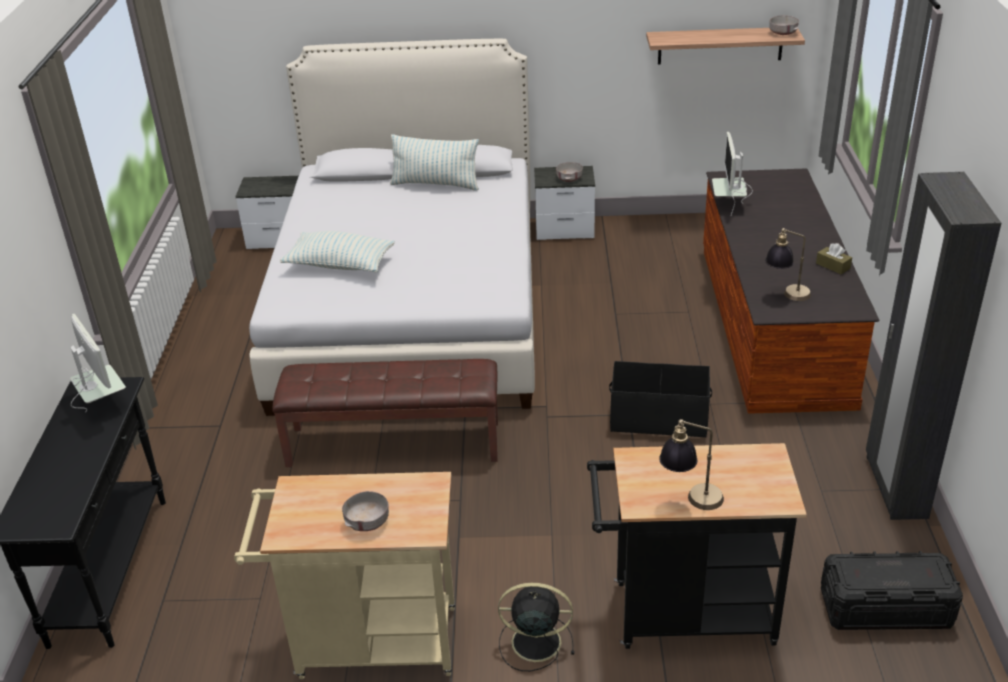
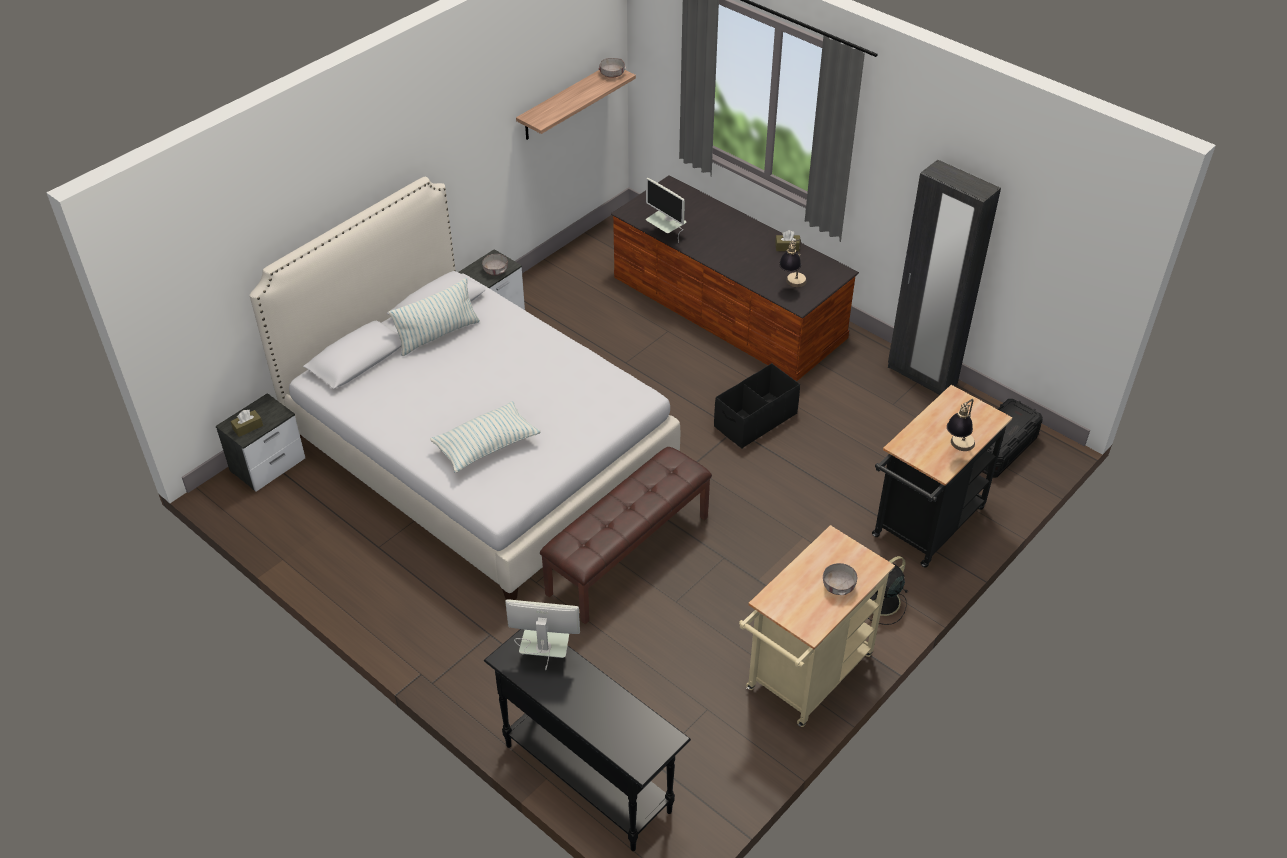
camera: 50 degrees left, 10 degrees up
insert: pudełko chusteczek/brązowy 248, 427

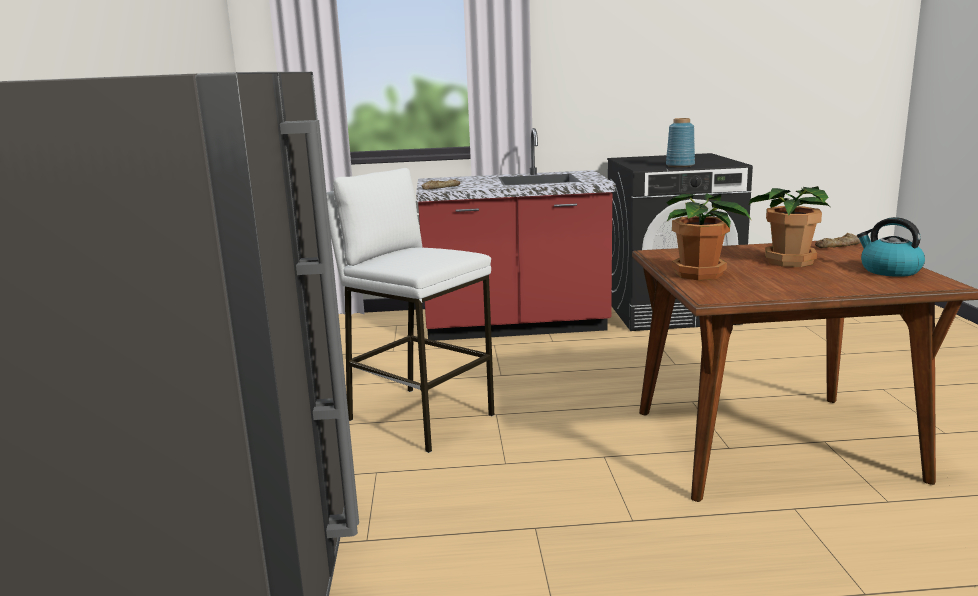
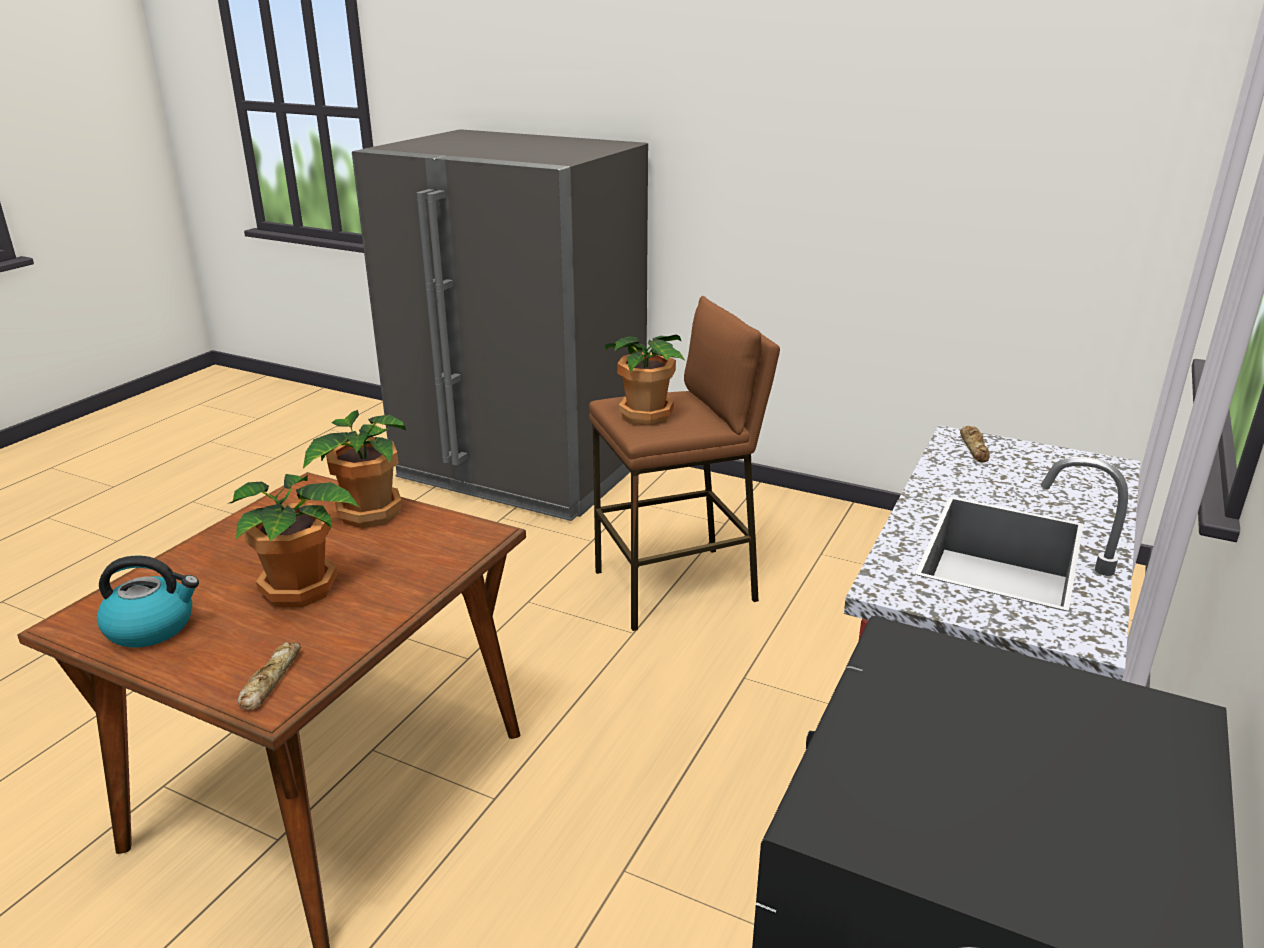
camera: 120 degrees right, 10 degrees up
delete: wazon/niebieski 679, 165
insert: roślina doniczkowa 645, 414
recolor: stołek/biały 419, 417 to stołek/brązowy 676, 587

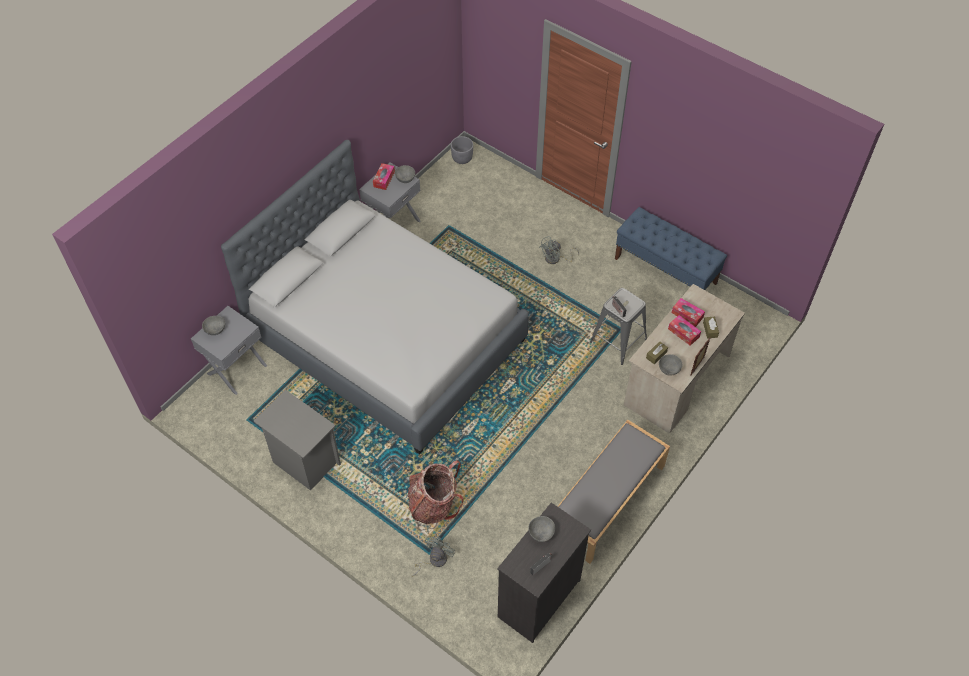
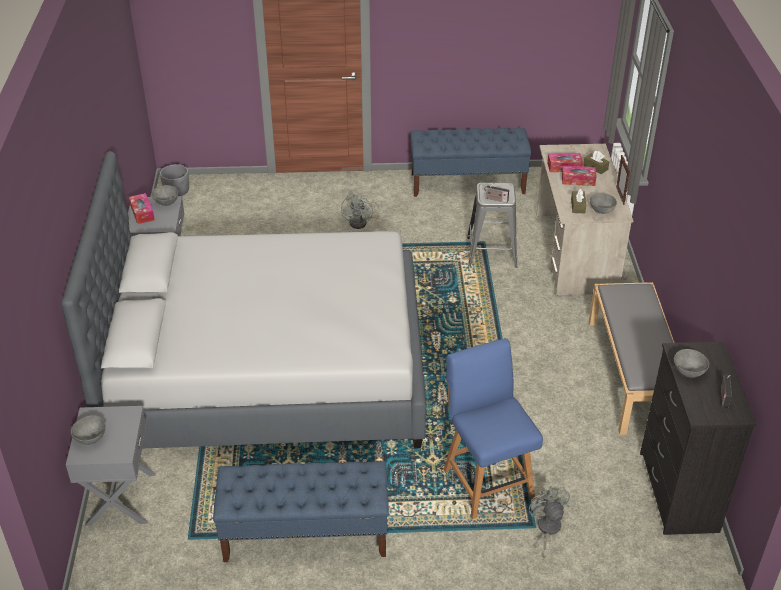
camera: 40 degrees left, 15 degrees down
replace: szafka nocna/szary 304, 462 to ławka/niebieski 304, 535; plecak 434, 504 to krzesło/niebieski 486, 481

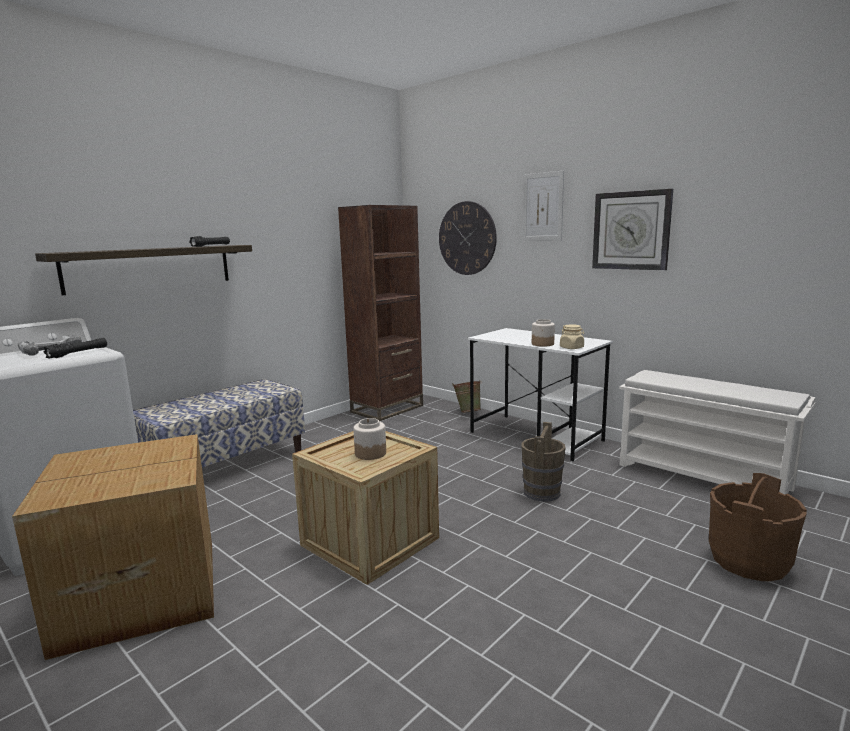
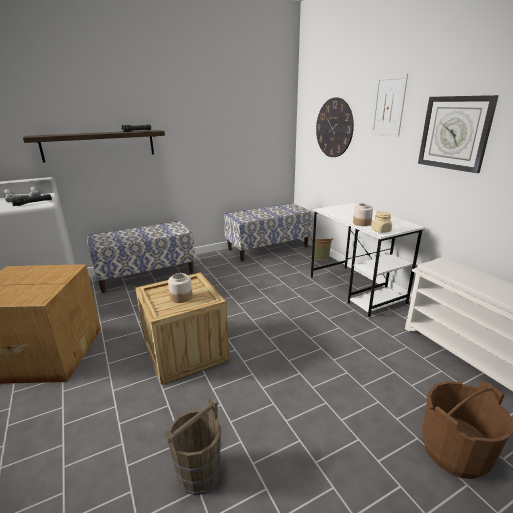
camera: 20 degrees right, 10 degrees up
move: wiadro/brązowy 541, 493 to 198, 473
replace: regał/brązowy 387, 409 to ławka 268, 248

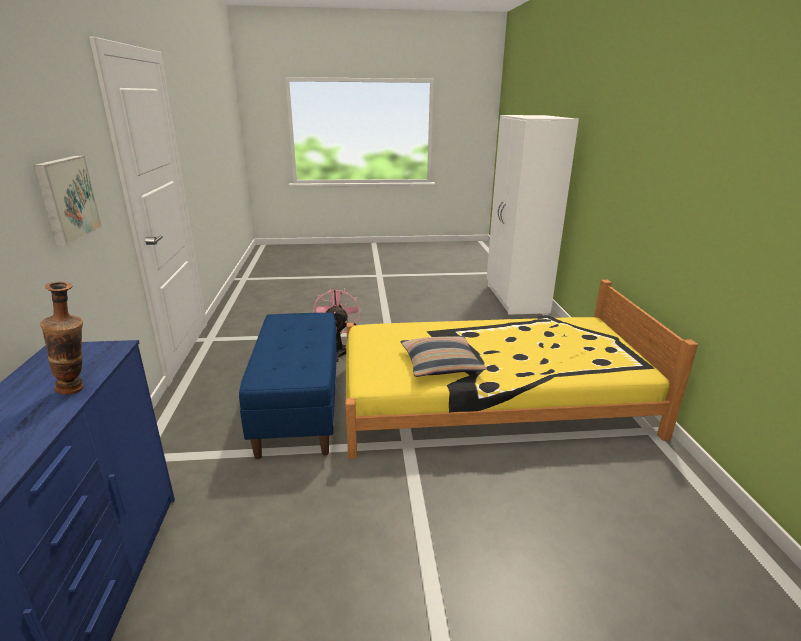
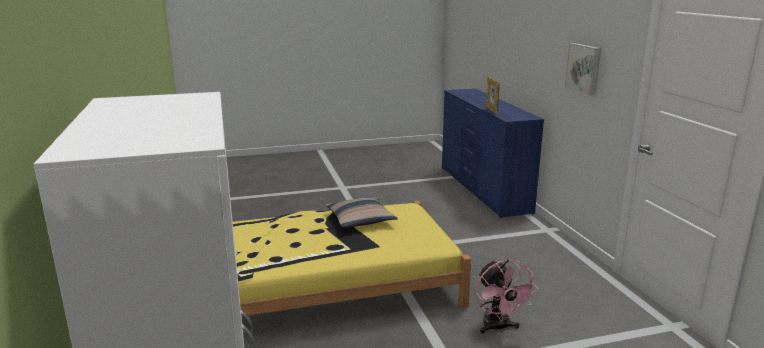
camera: 170 degrees right, 5 degrees down
delete: ławka/niebieski 300, 409
replace: wazon 78, 390 to ramka na zdjęcie 491, 111

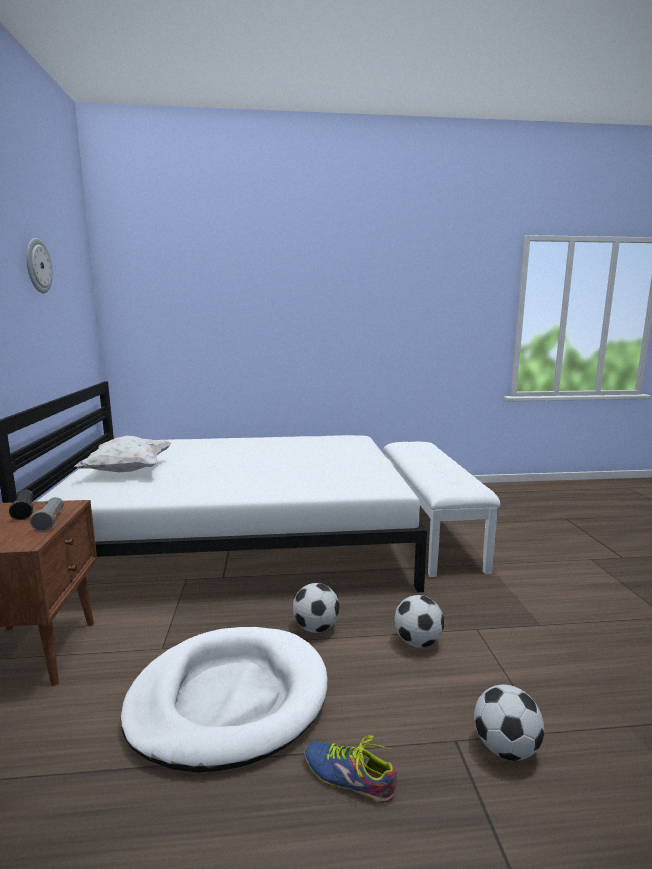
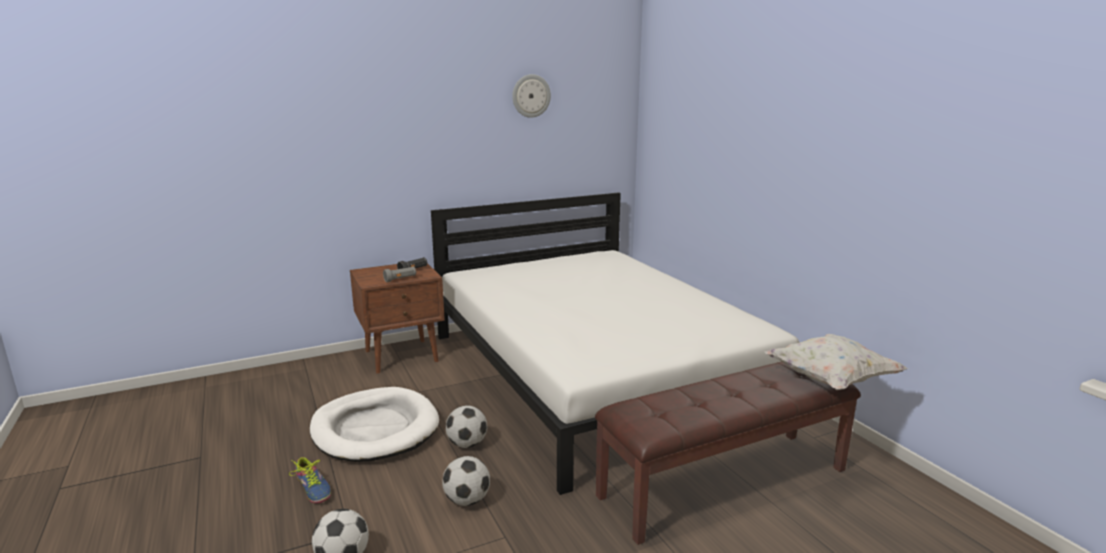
camera: 70 degrees right, 5 degrees up
move: poduszka/biały 128, 471 to 830, 380
recolor: ławka/biały 427, 530 to ławka/brązowy 723, 481
rotate: but 348, 777 = 313, 488 135 degrees clockwise

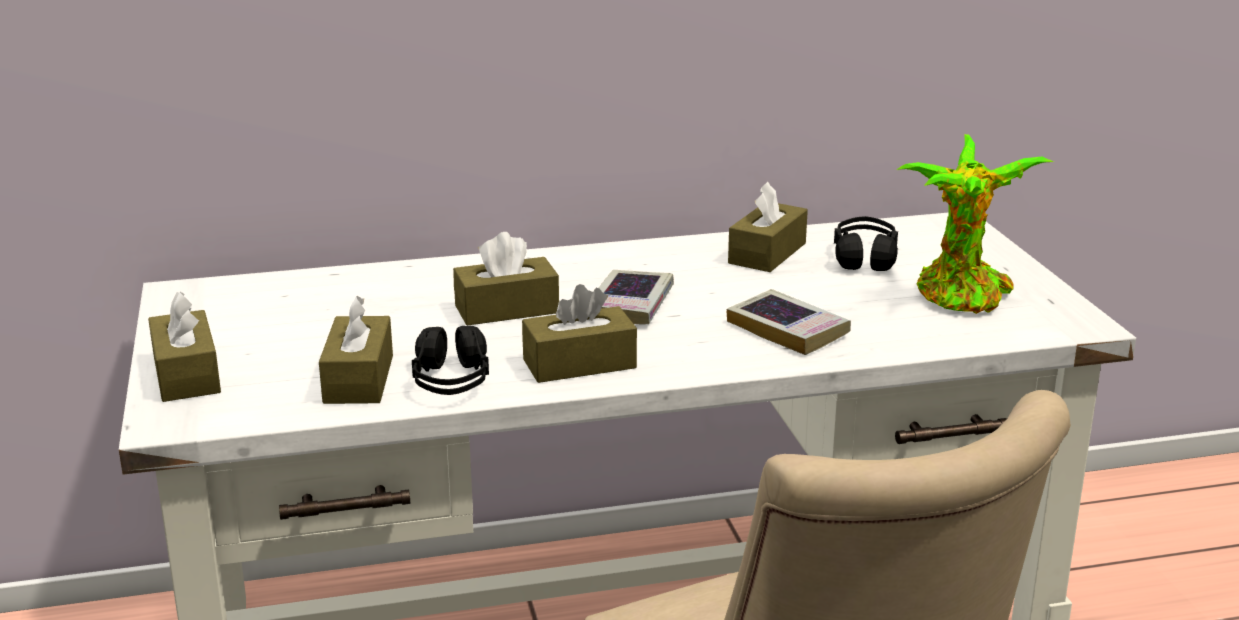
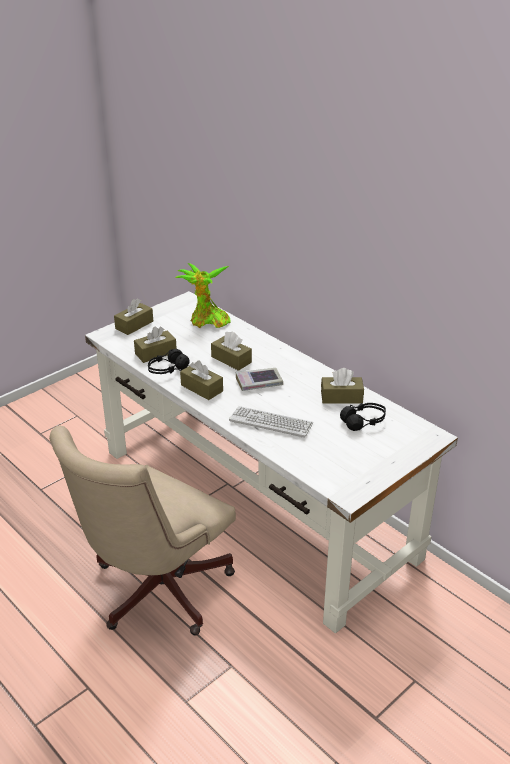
camera: 60 degrees right, 10 degrees up
move: roślina doniczkowa 962, 299 to 207, 321
replace: książka 787, 329 to klawiatura 271, 422

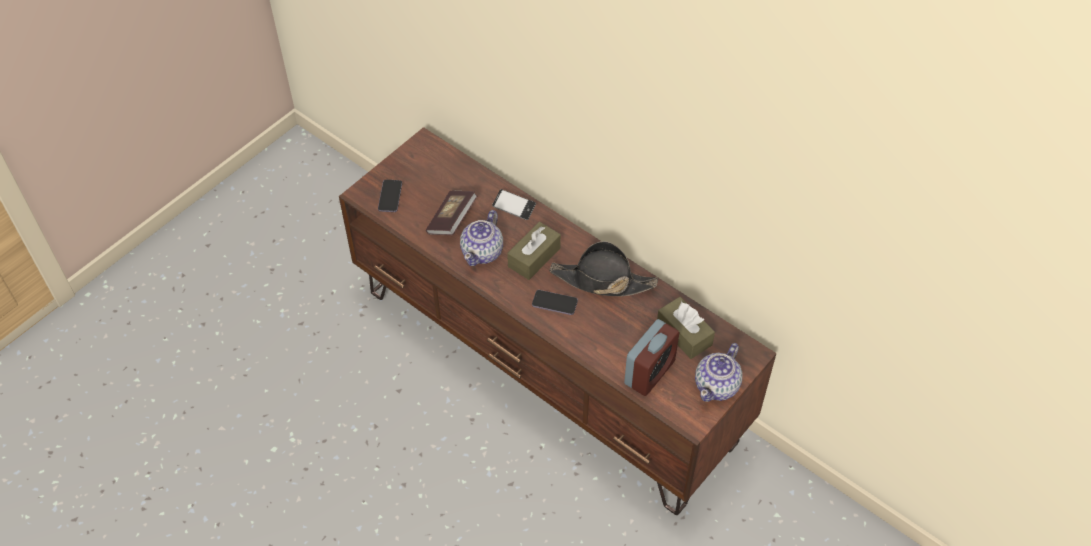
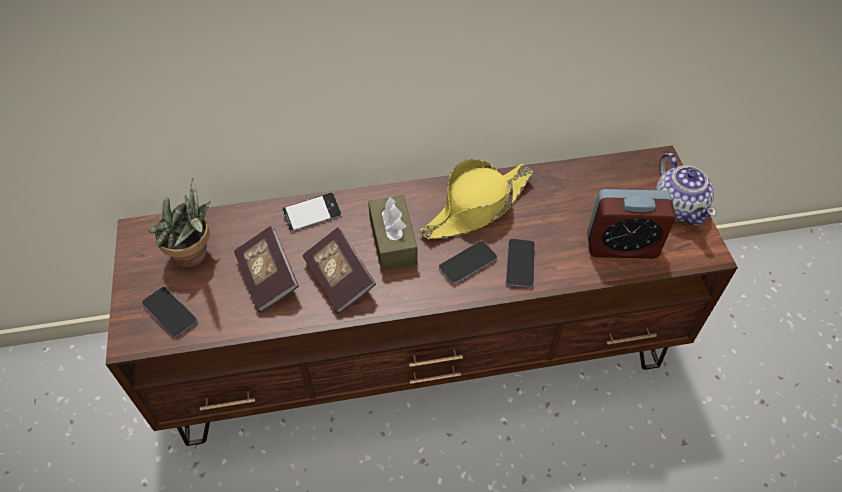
camera: 50 degrees left, 0 degrees up
delete: pudełko chusteczek/brązowy 684, 334
insert: roślina doniczkowa 196, 256; telefon 520, 264
replace: imbryk 483, 252 to książka 339, 279
recolor: kapelusz/czarny 602, 280 to kapelusz/żółty 476, 208
rotate: budzik 649, 372 = 621, 246 105 degrees clockwise

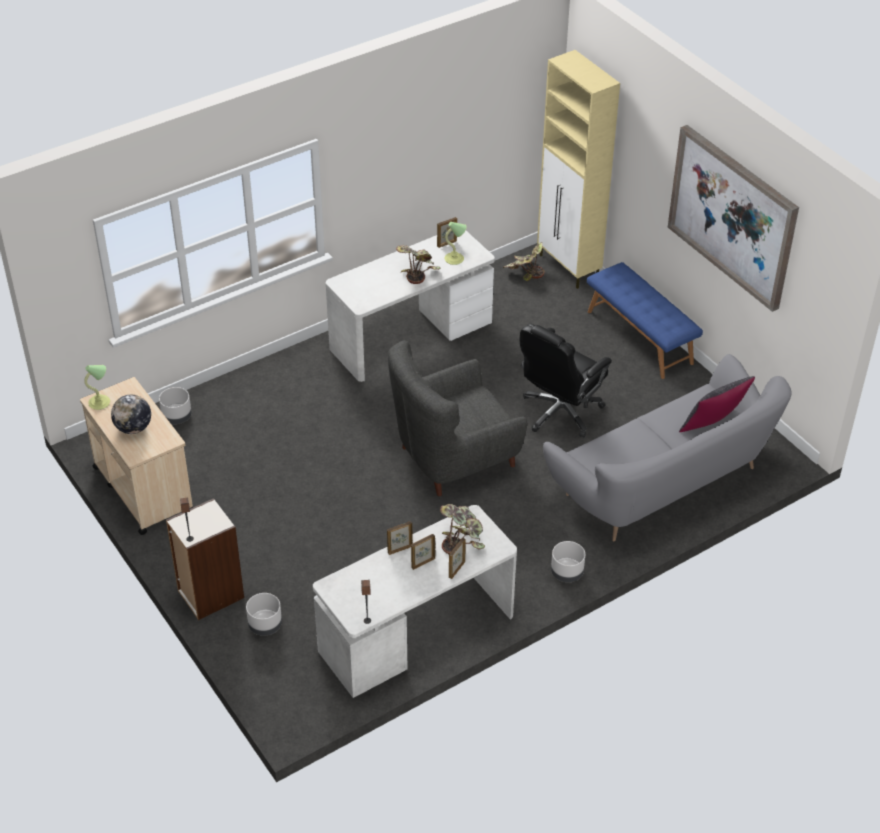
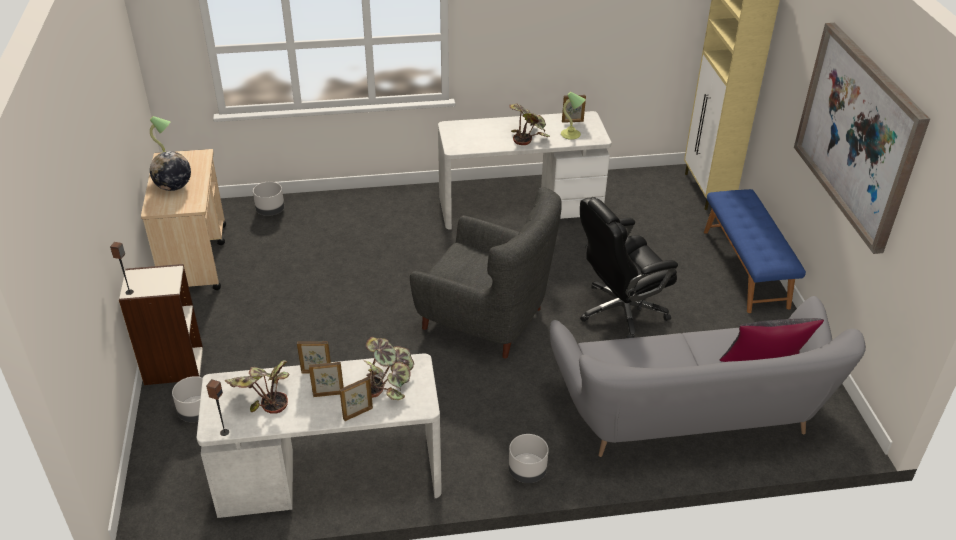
camera: 25 degrees right, 5 degrees down
move: roślina doniczkowa 524, 272 to 261, 397
rotate: fotel/szary 454, 458 = 486, 320 150 degrees counterclockwise

